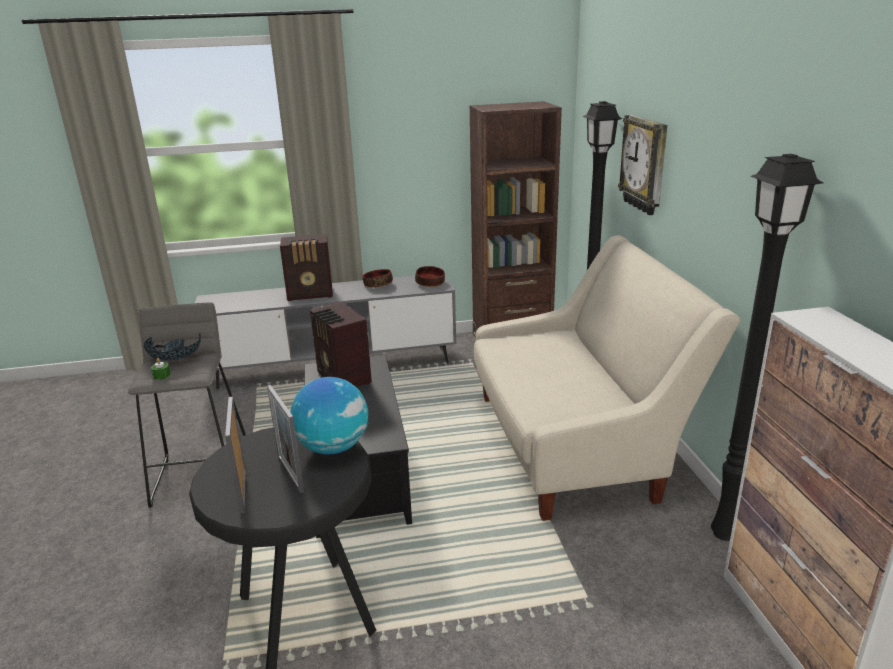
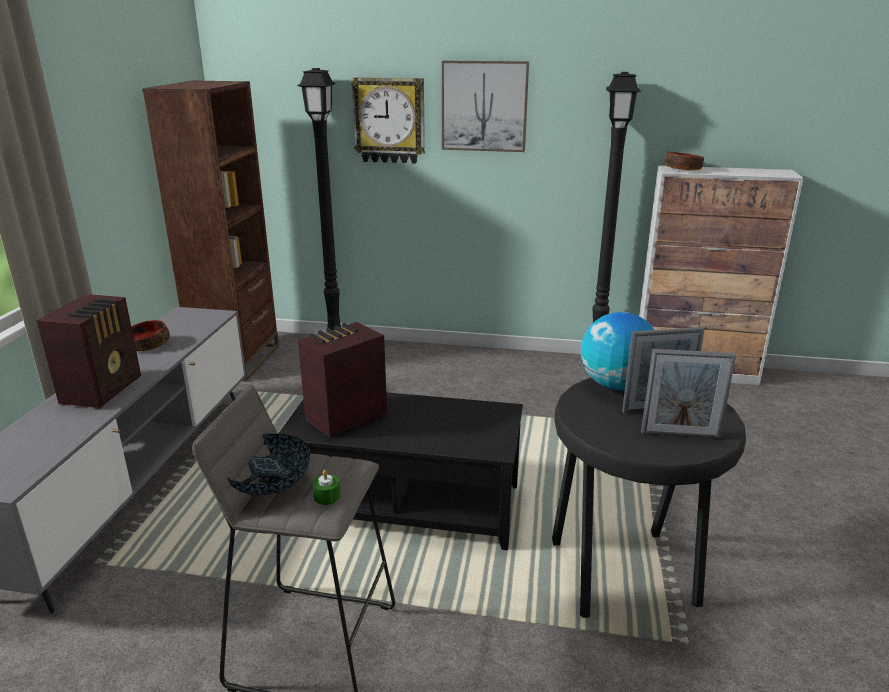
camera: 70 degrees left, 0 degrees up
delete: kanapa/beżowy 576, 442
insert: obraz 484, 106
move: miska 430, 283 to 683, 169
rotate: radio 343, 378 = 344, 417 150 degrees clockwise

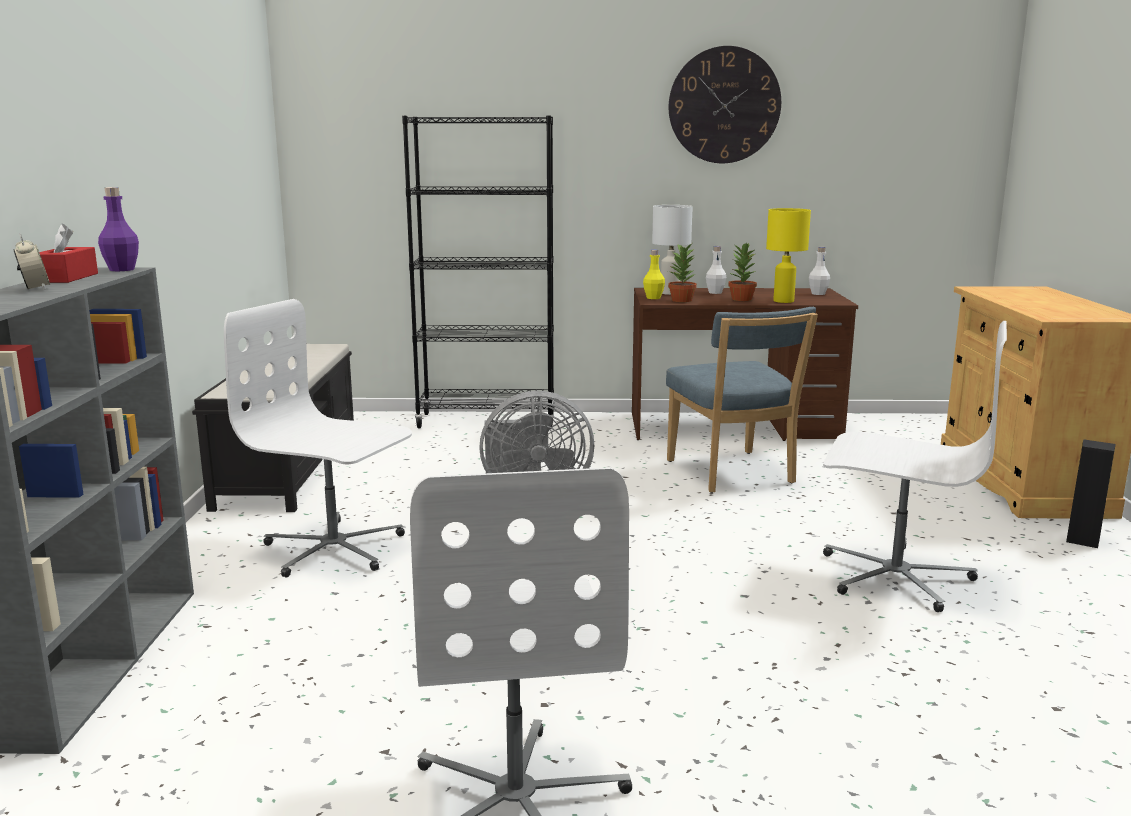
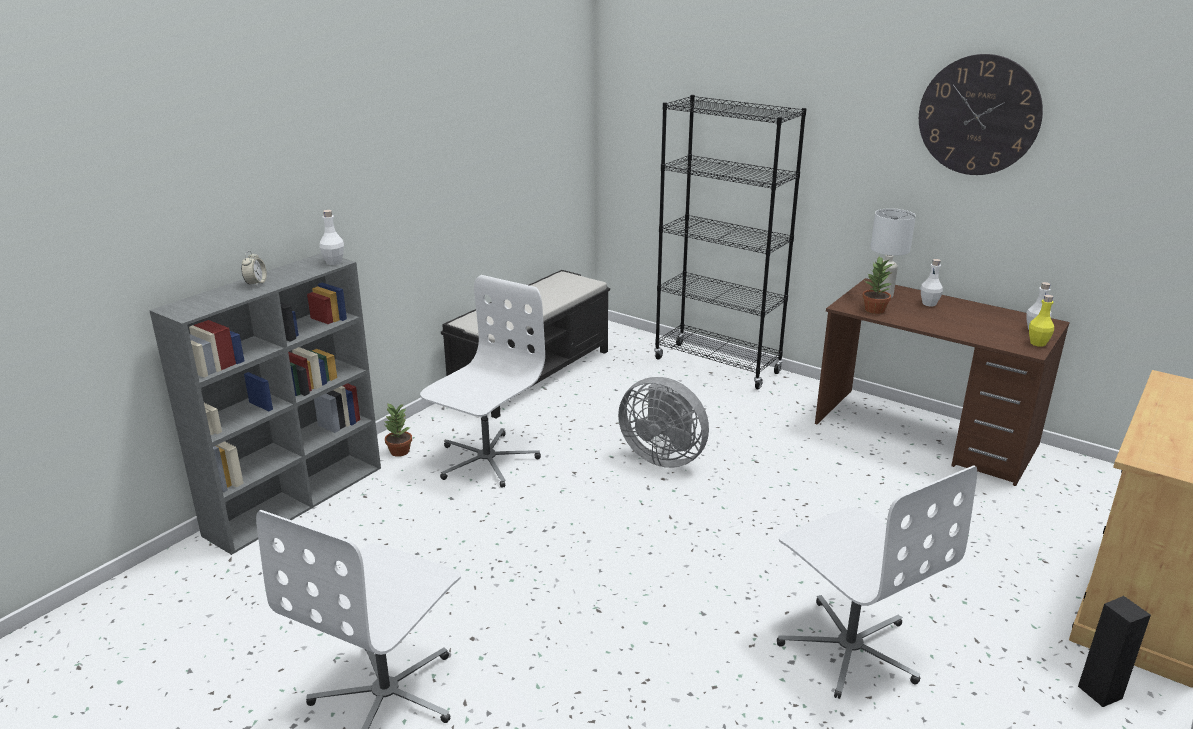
camera: 35 degrees right, 10 degrees up
delete: lampa stołowa/żółty 783, 301; pudełko chusteczek/czerwony 67, 278; krzesło/niebieski 732, 474
move: roślina doniczkowa 741, 299 to 399, 451; butelka/żółty 653, 298 to 1037, 343
recolor: butelka/fioletowy 122, 269 to butelka/biały 334, 262
rotate: krzesło biurowe/biały 333, 549 = 486, 461 60 degrees clockwise

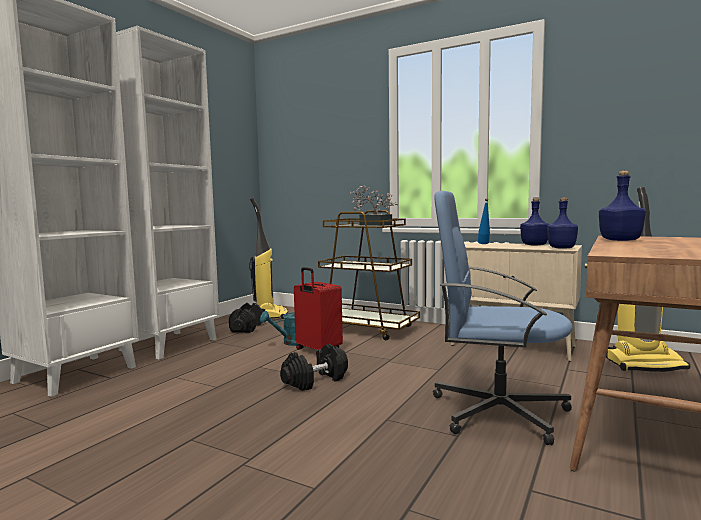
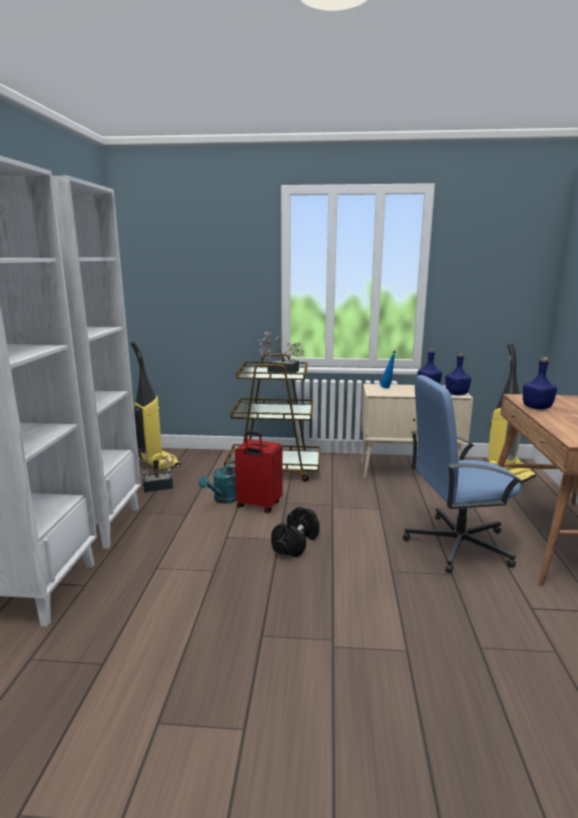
camera: 25 degrees left, 10 degrees up
replace: hantel/czarny 247, 328 to roślina doniczkowa 153, 486

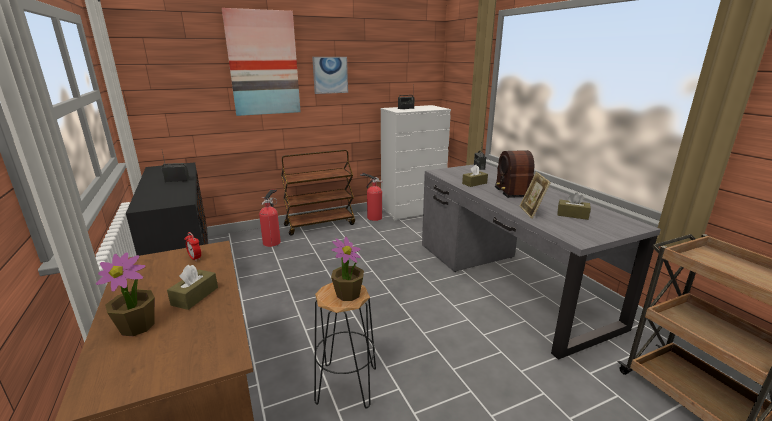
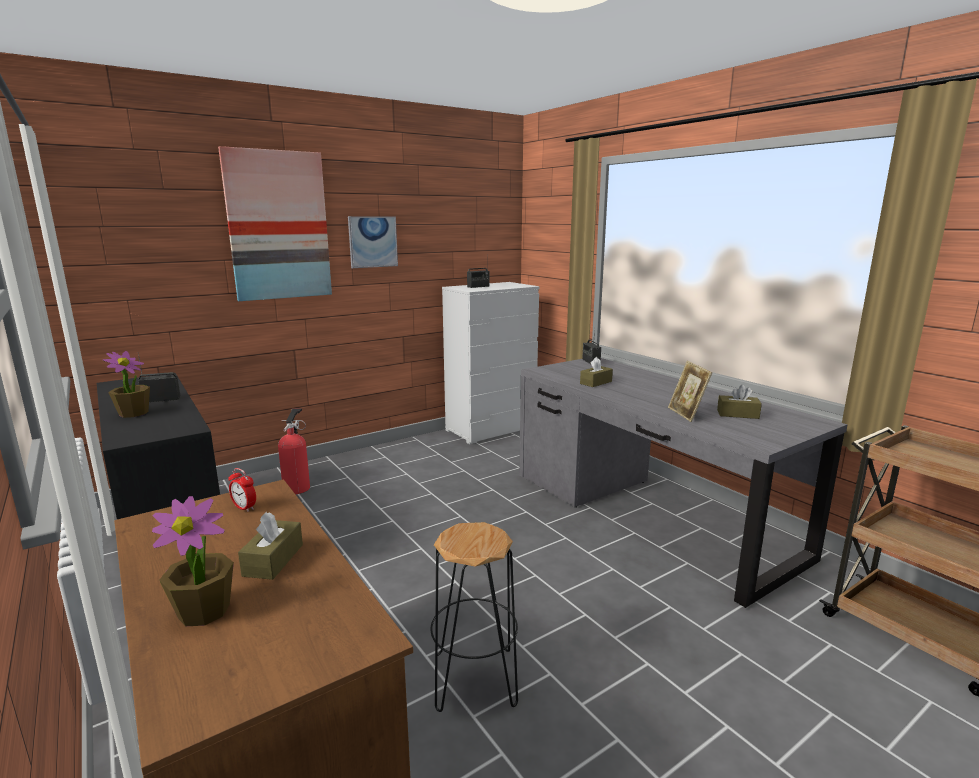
camera: 10 degrees left, 5 degrees down
delete: wózek/brązowy 320, 224; radio 518, 190; gaśnica 373, 217
move: roślina doniczkowa 348, 294 to 134, 413

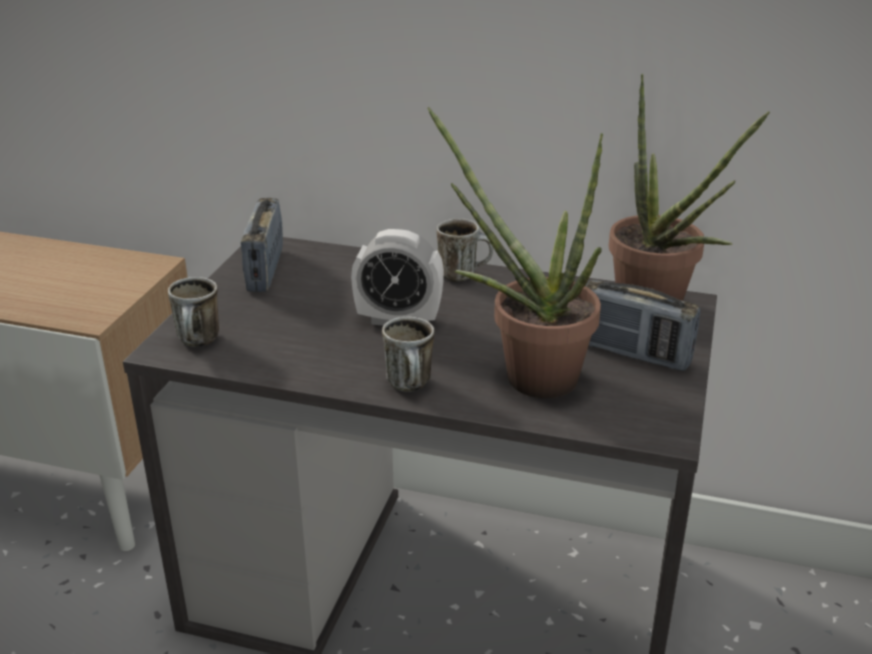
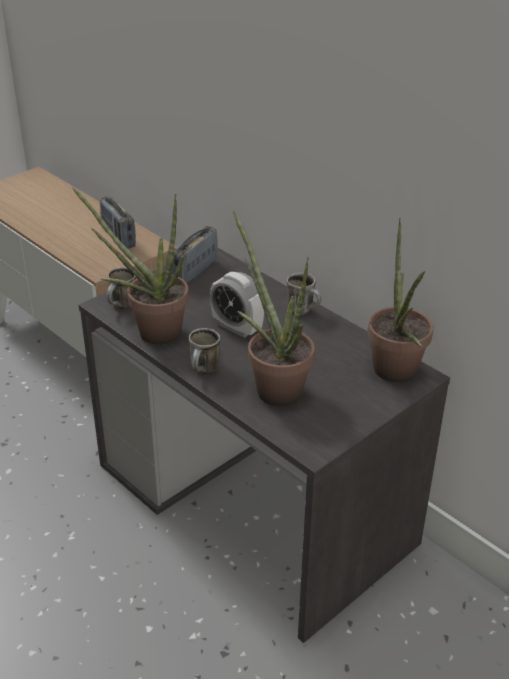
camera: 30 degrees right, 5 degrees up
insert: roślina doniczkowa 150, 331
move: radio 633, 354 to 118, 237

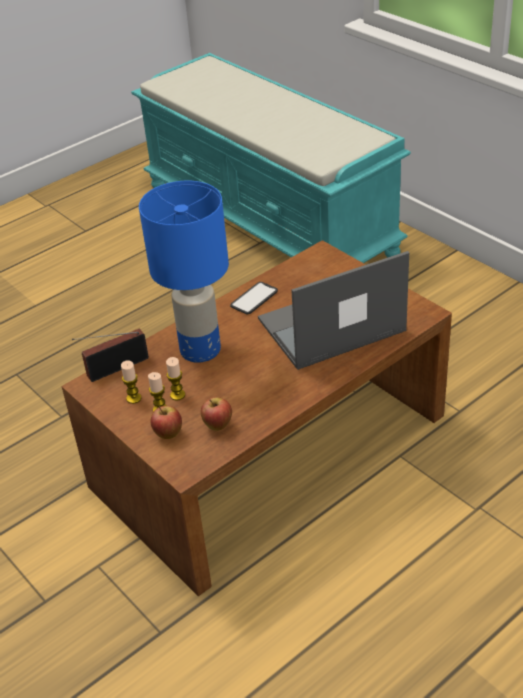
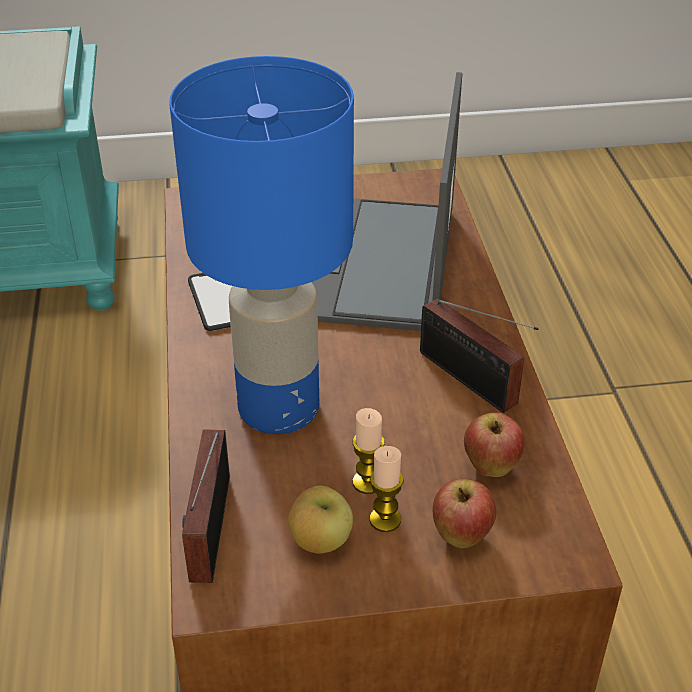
camera: 60 degrees left, 0 degrees up
insert: radio 471, 382
replace: świeca 134, 398 to jabłko 320, 542

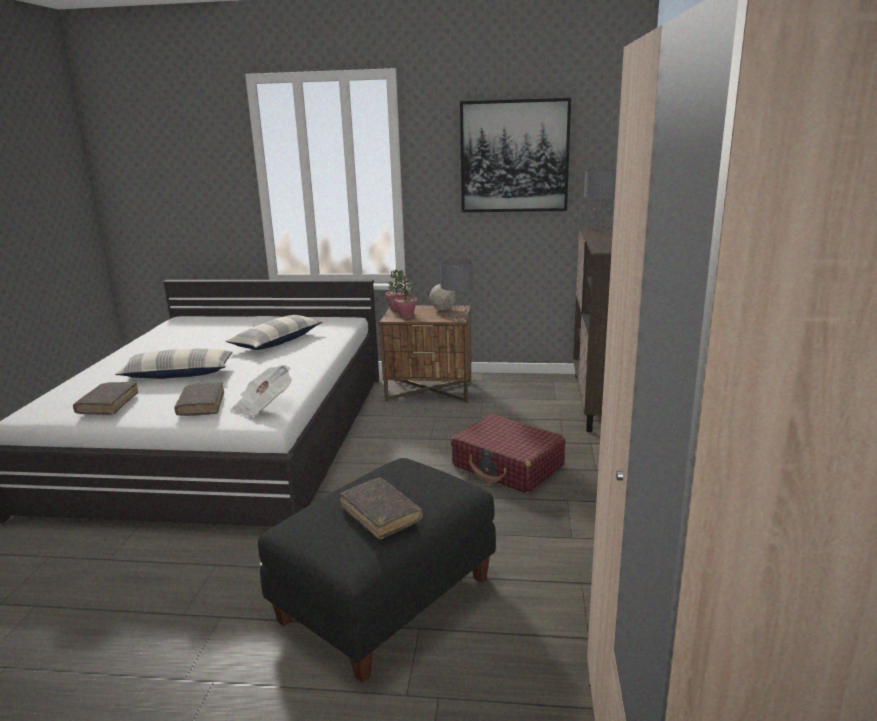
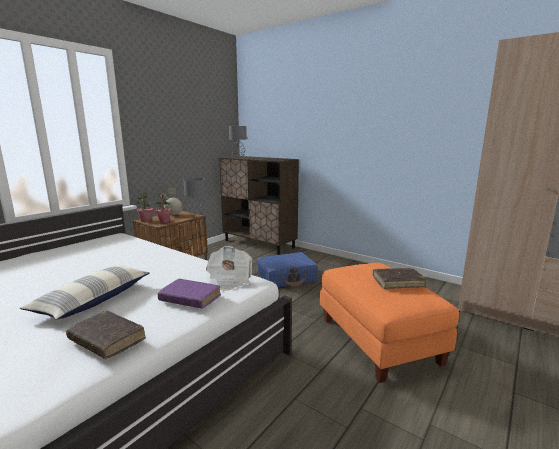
camera: 60 degrees left, 5 degrees down
delete: obraz 514, 156; poduszka 276, 341
recolor: książka/brązowy 201, 405 to książka/fioletowy 190, 299; walizka/czerwony 508, 466 to walizka/niebieski 287, 277; pufa/czarny 386, 600 to pufa/pomarańczowy 379, 340

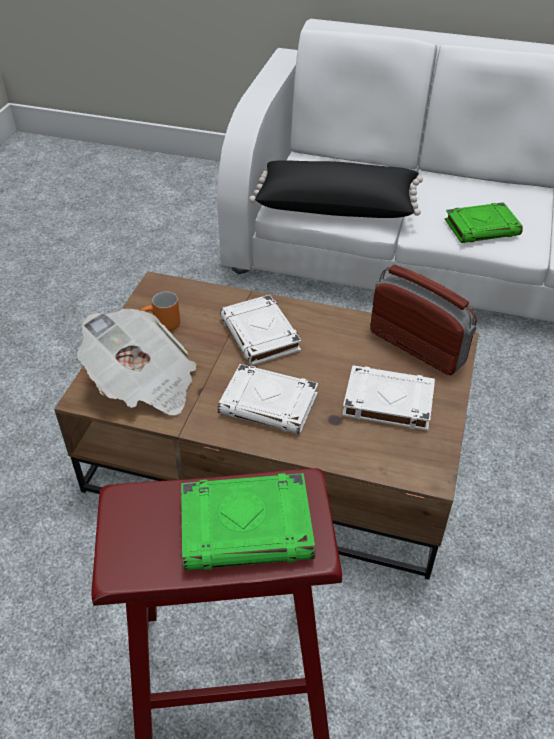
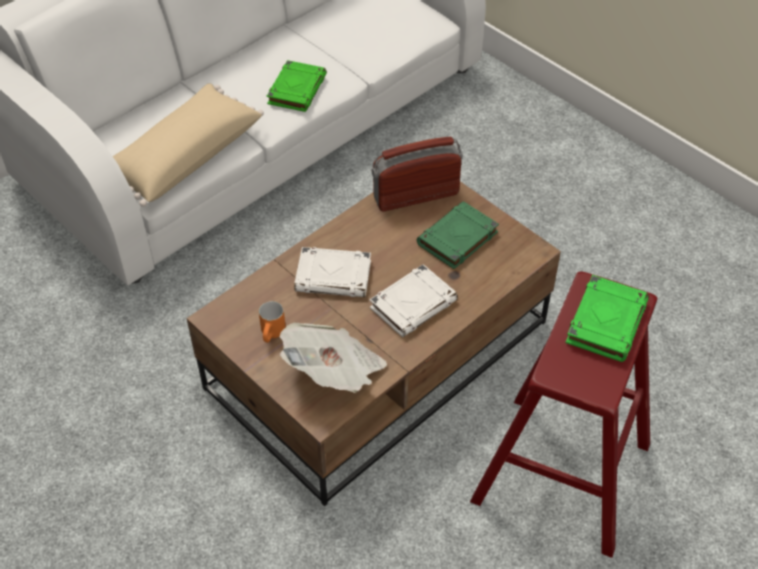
camera: 60 degrees left, 5 degrees up
recolor: poduszka/czarny 336, 205 to poduszka/beżowy 183, 157; książka/biały 387, 402 to książka/zielony 457, 239

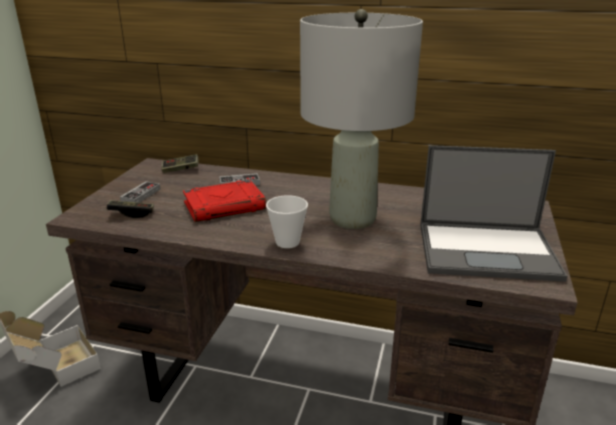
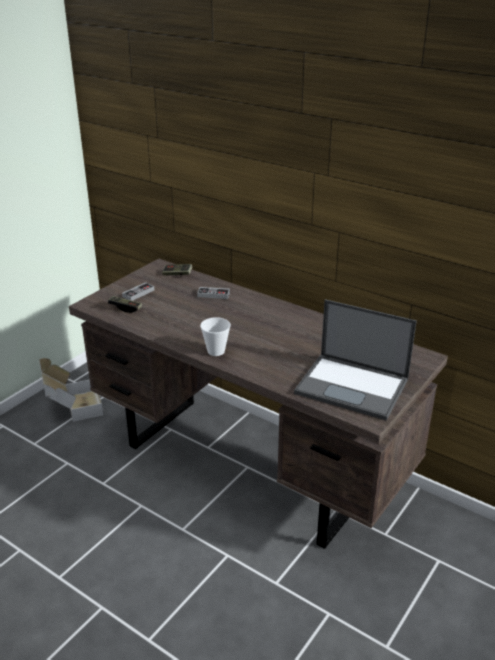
camera: 20 degrees right, 5 degrees up
delete: lampa stołowa/szary 351, 218; książka/czerwony 225, 206

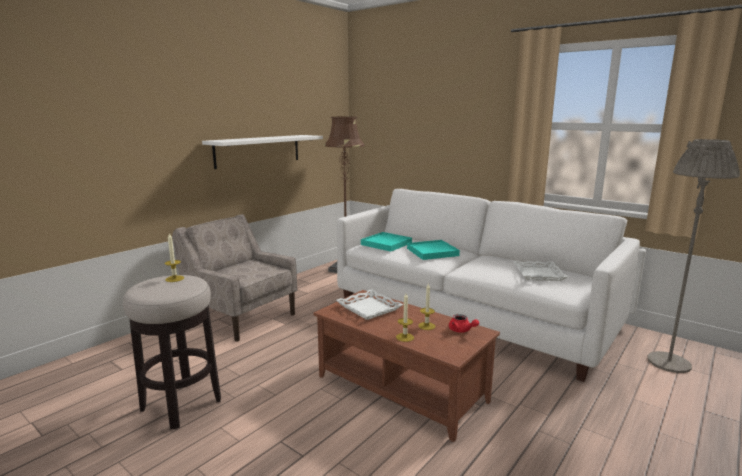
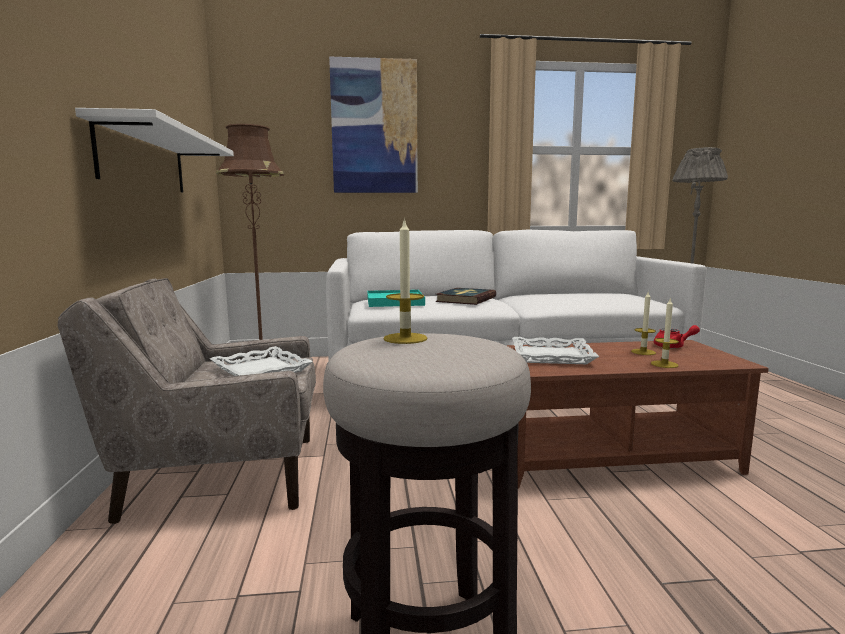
camera: 45 degrees left, 5 degrees down
insert: obraz 374, 127
move: taca/biały 539, 274 to 262, 370
replace: taca/turkusowy 432, 252 to książka 465, 299

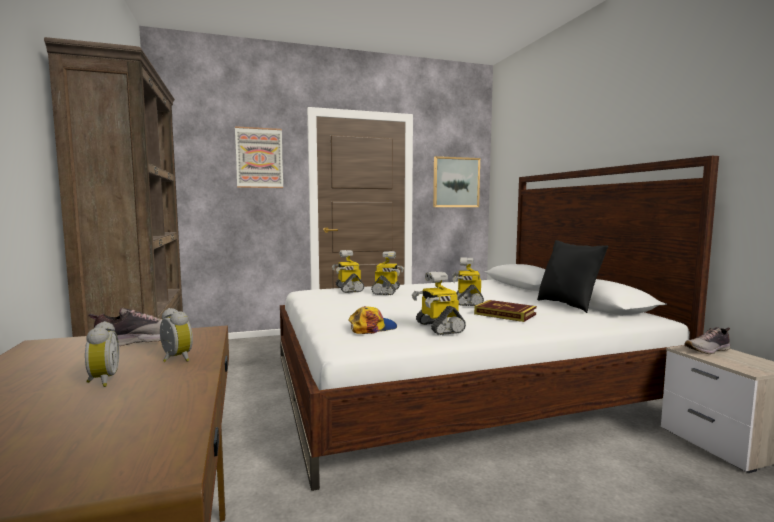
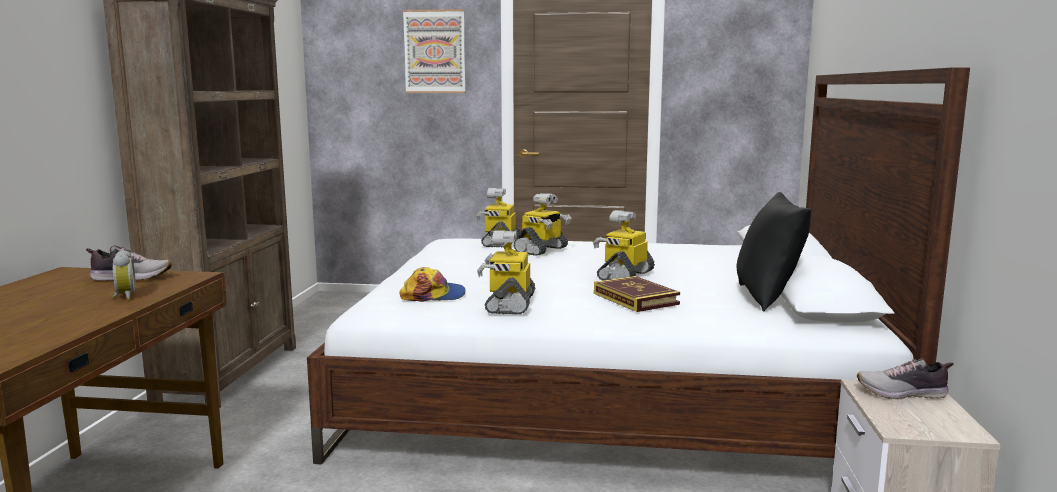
camera: 25 degrees right, 5 degrees up
delete: obraz 456, 182; budzik 101, 381

